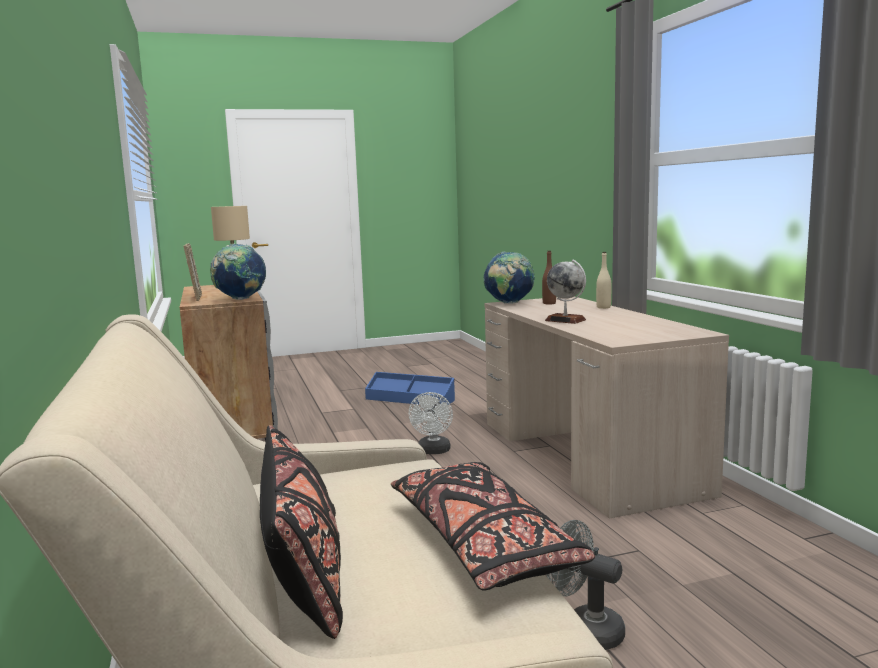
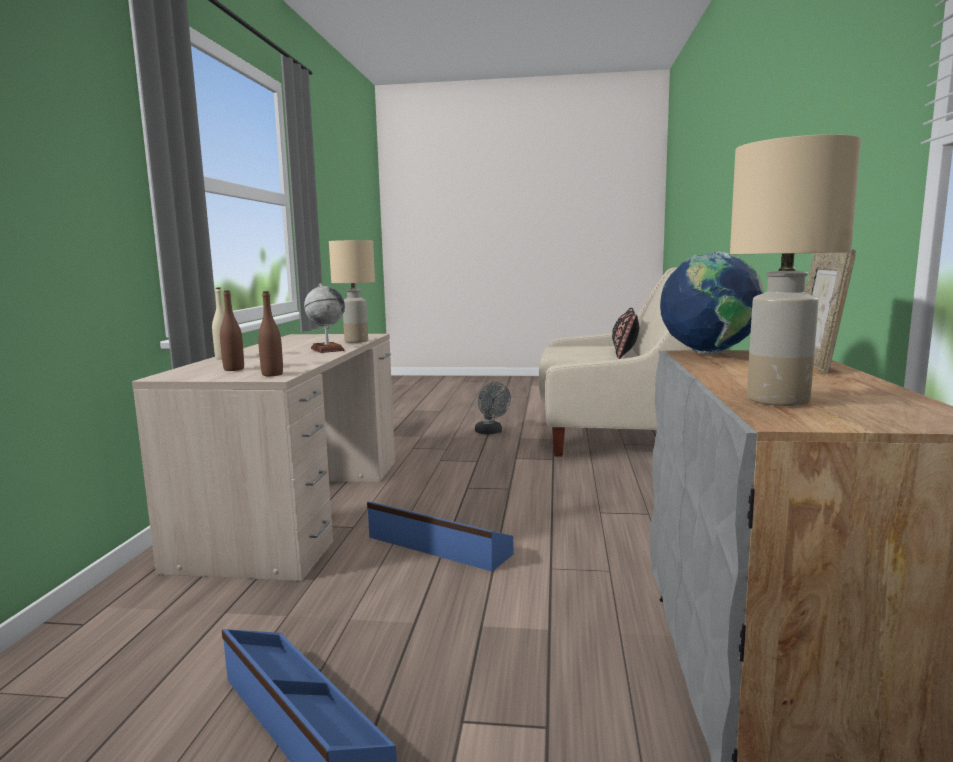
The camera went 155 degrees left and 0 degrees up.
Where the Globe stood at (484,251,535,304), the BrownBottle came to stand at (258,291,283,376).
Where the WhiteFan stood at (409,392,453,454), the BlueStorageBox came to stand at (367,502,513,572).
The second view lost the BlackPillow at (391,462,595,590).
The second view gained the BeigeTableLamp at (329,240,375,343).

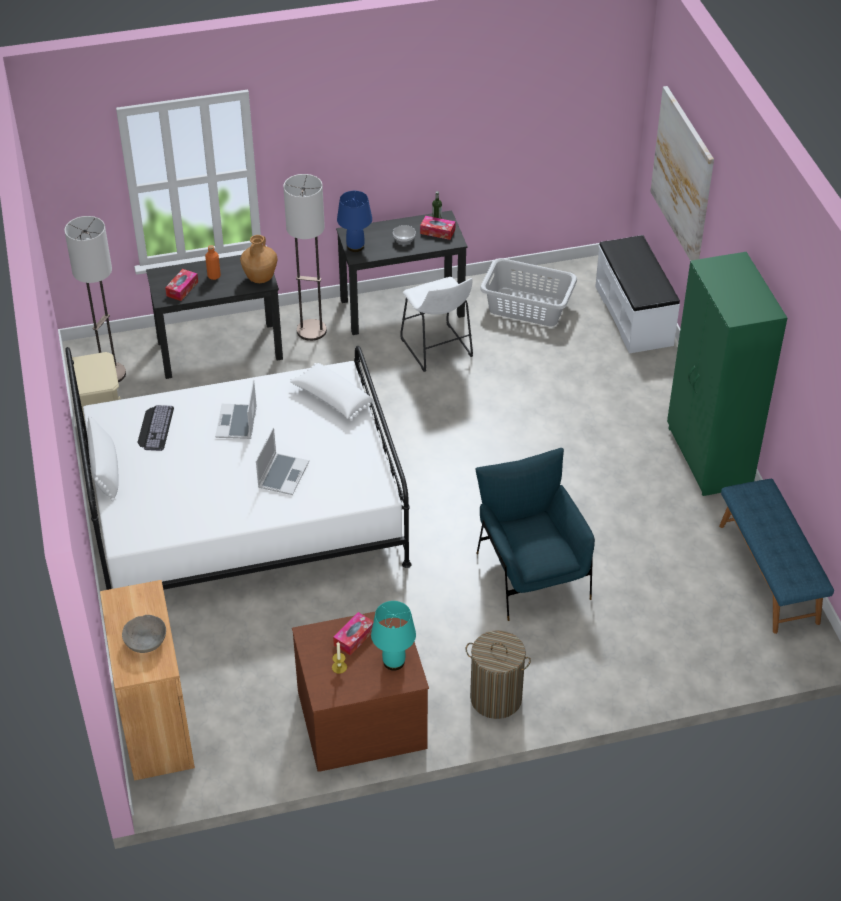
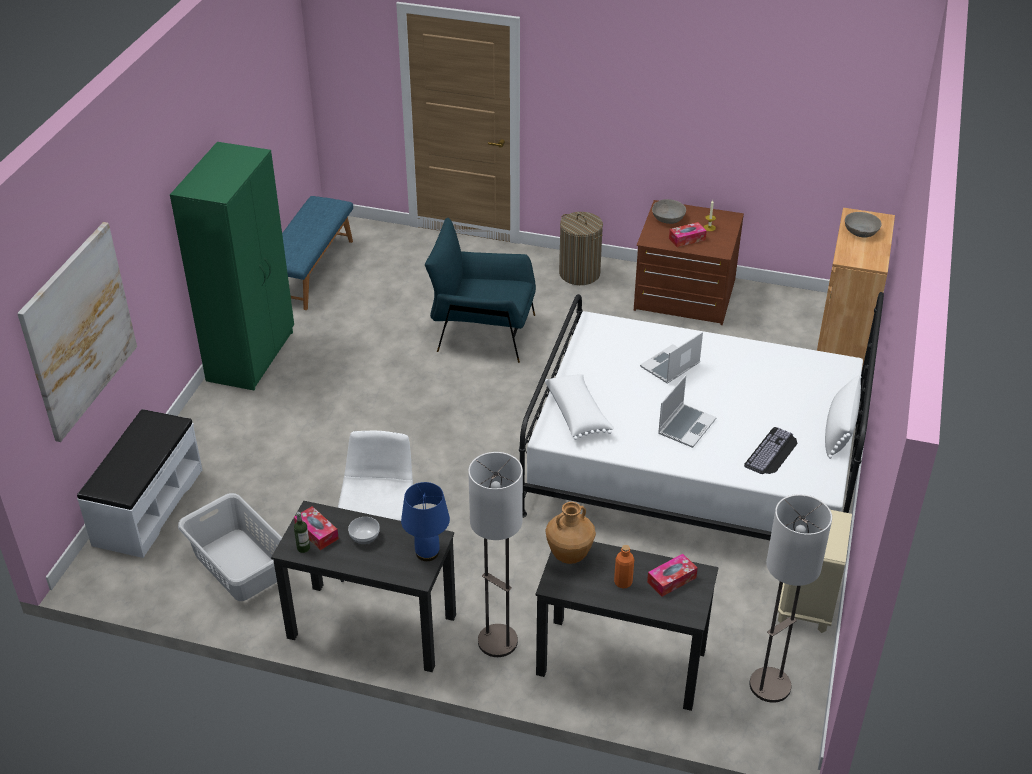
The camera went 150 degrees left and 5 degrees down.
The BlueArmchair at (475,448,595,621) ended up facing another way, 90 degrees clockwise from before.
Where the TurquoiseTableLamp stood at (371,601,416,671), the GreyBowl came to stand at (652,199,686,224).

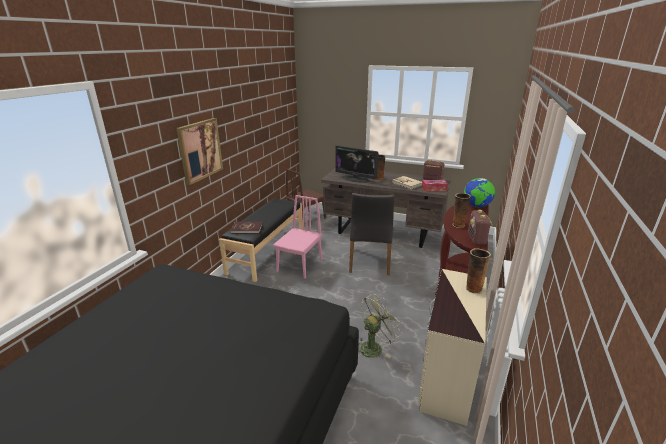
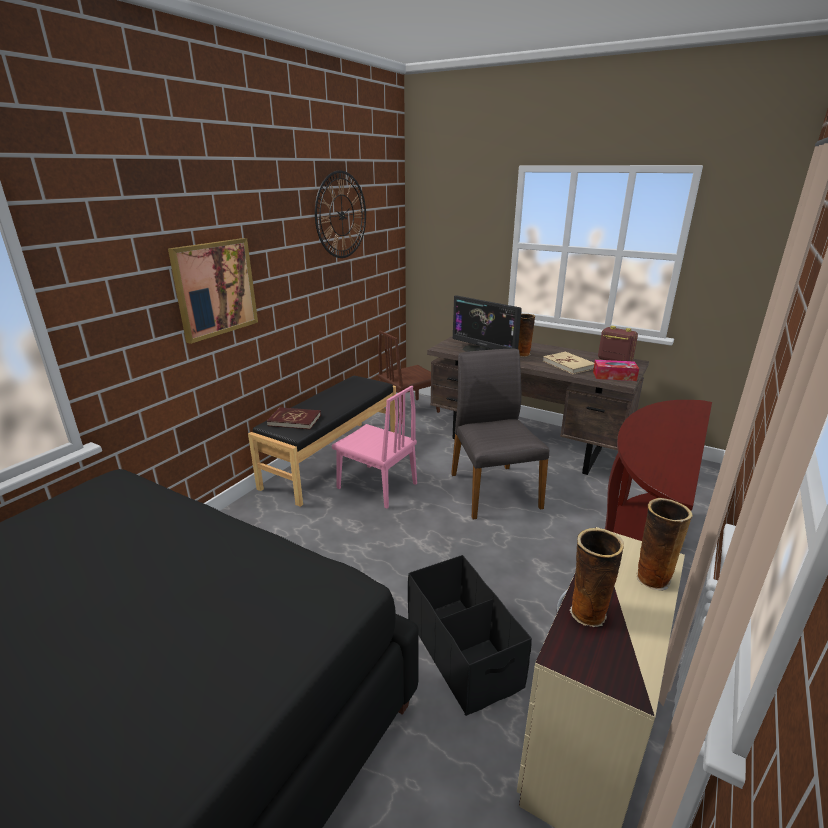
The camera went 10 degrees right and 0 degrees up.
The second view lost the Globe at (464,178,495,207).
The GreyChair at (349,193,395,275) ended up facing another way, 150 degrees clockwise from before.
The Vase ended up elsewhere, having gone from (452,193,471,228) to (570,528,624,627).
The PinkChair at (273,195,322,279) ended up facing another way, 90 degrees clockwise from before.
The second view lost the Radio at (468,210,493,245).
Where the GreenFan stood at (358,294,402,358), the BlackStorageBox came to stand at (408,555,532,716).
The second view gained the WallClock at (315,170,366,258).

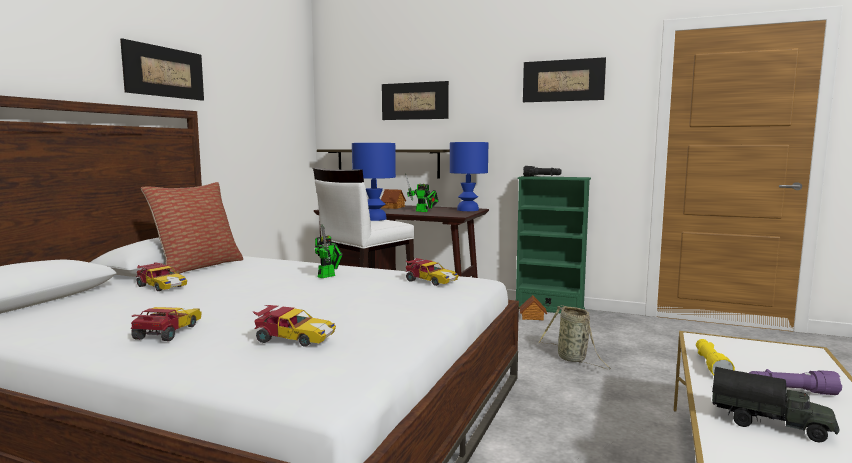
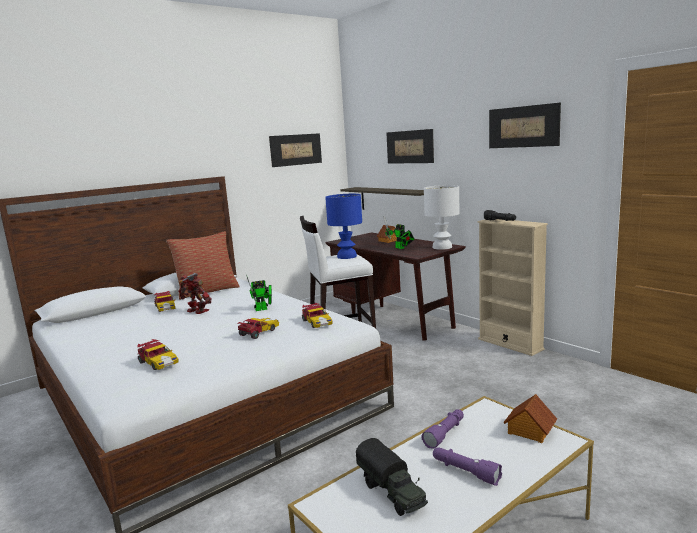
The camera went 30 degrees right and 5 degrees up.
The Picture ended up elsewhere, having gone from (120,38,204,101) to (269,133,322,167).
What was the BlueTableLamp at (450,142,488,211) turned into the WhiteTableLamp at (424,185,460,250).
What was the GreenBookcase at (516,176,591,314) turned into the BeigeBookcase at (477,219,548,356).
The ToyHouse ended up elsewhere, having gone from (519,295,547,321) to (503,394,557,443).
The second view lost the Basket at (538,305,611,369).
The ToyCar ended up elsewhere, having gone from (131,307,202,341) to (237,318,279,339).
What was the YellowFlashlight at (696,339,735,375) turned into the PurpleFlashlight at (421,409,464,449).
The second view gained the ToyRobot at (178,273,212,314).

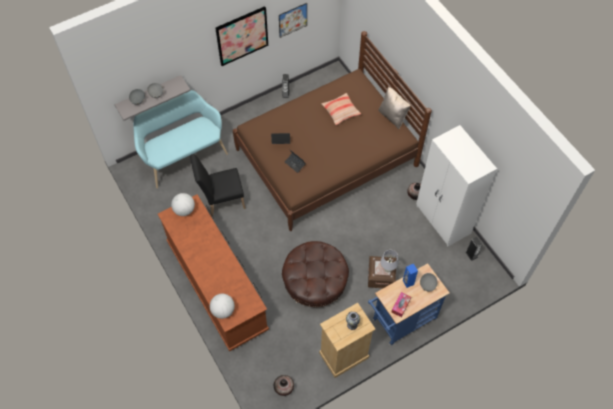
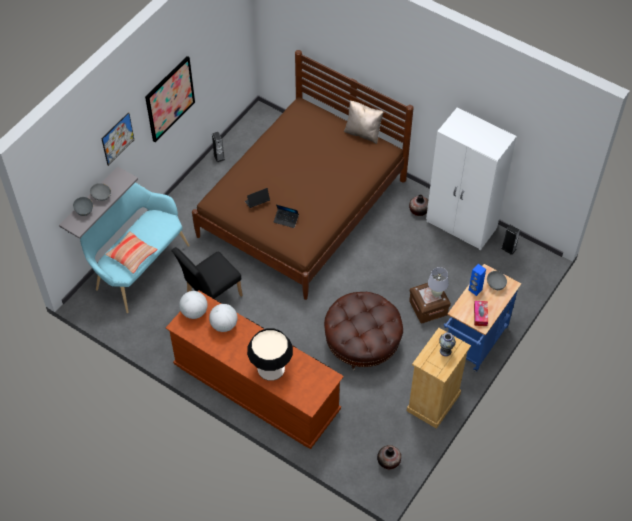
The camera went 25 degrees left and 5 degrees down.
The Picture ended up elsewhere, having gone from (279,3,307,38) to (101,112,134,166).
The Pillow ended up elsewhere, having gone from (322,93,361,125) to (105,231,158,274).
The Globe ended up elsewhere, having gone from (210,294,235,319) to (209,304,238,332).
The second view gained the TableLamp at (247,328,293,381).

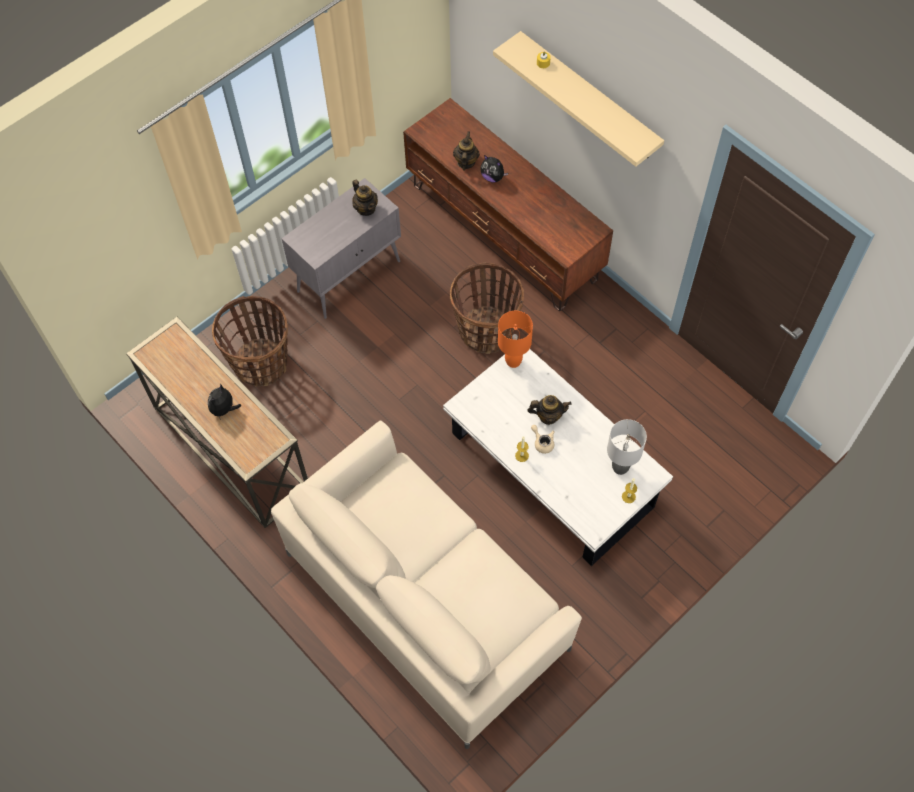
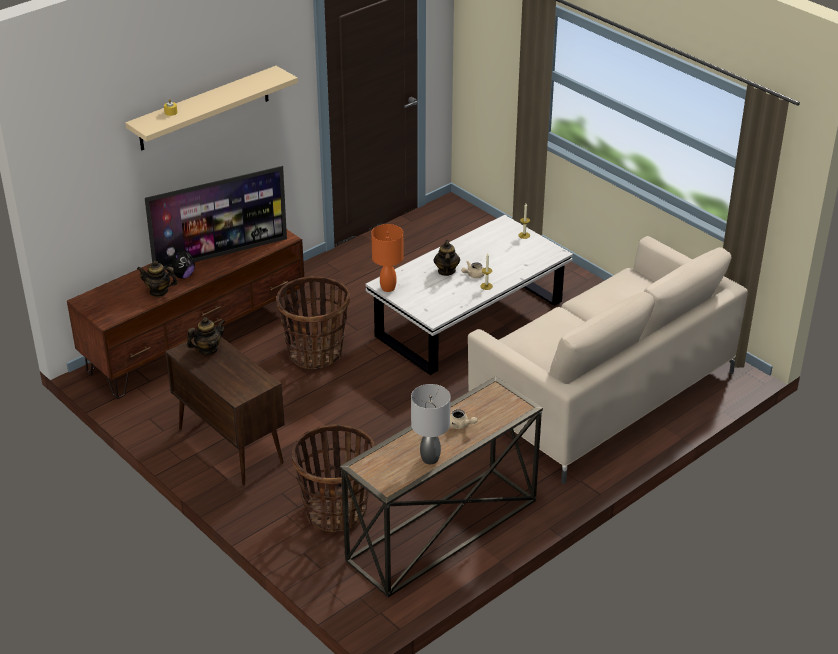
The camera went 90 degrees left and 25 degrees down.
What was the GreyCabinet at (282,178,401,319) turned into the BrownCabinet at (165,337,285,485).
Where the PlushToy stood at (208,383,241,420), the BeigeTeapot came to stand at (450,409,478,429).
The GreyTableLamp ended up elsewhere, having gone from (607,419,647,475) to (411,384,450,464).
The second view gained the Television at (145,166,287,270).

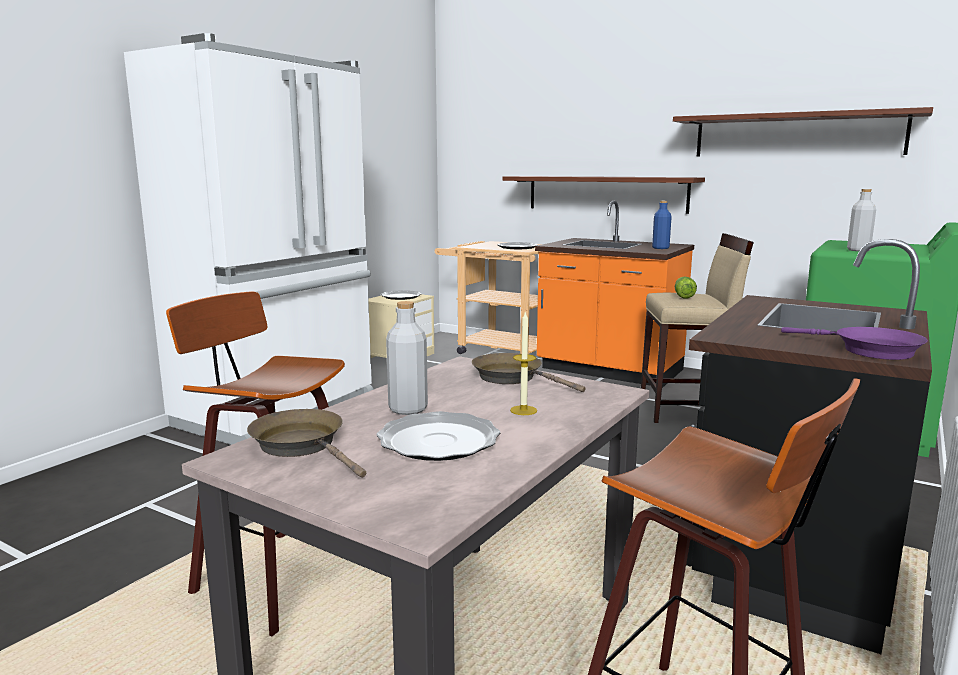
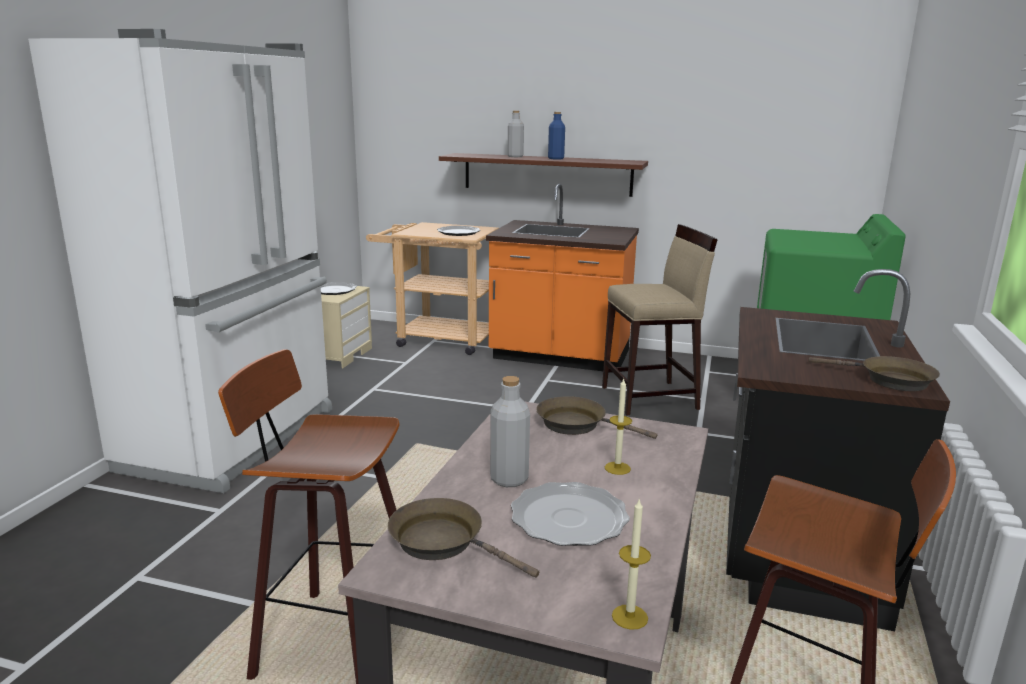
The camera went 15 degrees left and 5 degrees up.
The second view lost the Shelf at (673,107,933,156).
The GreyBottle ended up elsewhere, having gone from (847,189,876,251) to (508,111,524,157).
The BlueBottle ended up elsewhere, having gone from (652,201,672,249) to (548,112,565,160).
The second view lost the Lettuce at (675,276,697,298).
What was the PurpleFryingPan at (781,327,928,360) turned into the BrownFryingPan at (809,356,940,391).
The second view gained the Candle at (612,498,651,630).

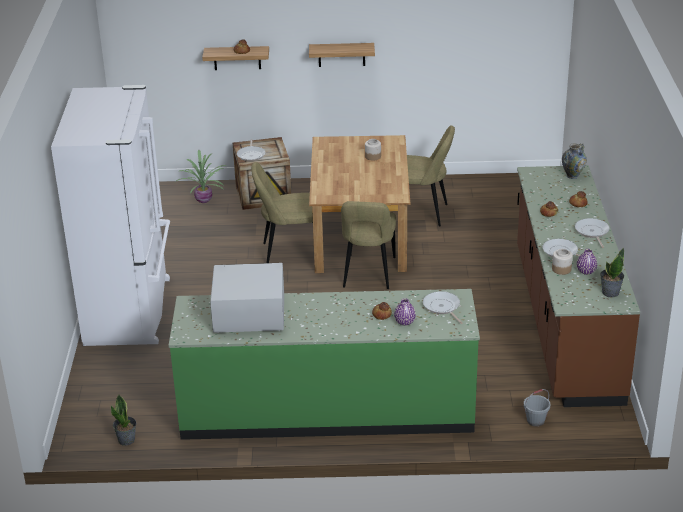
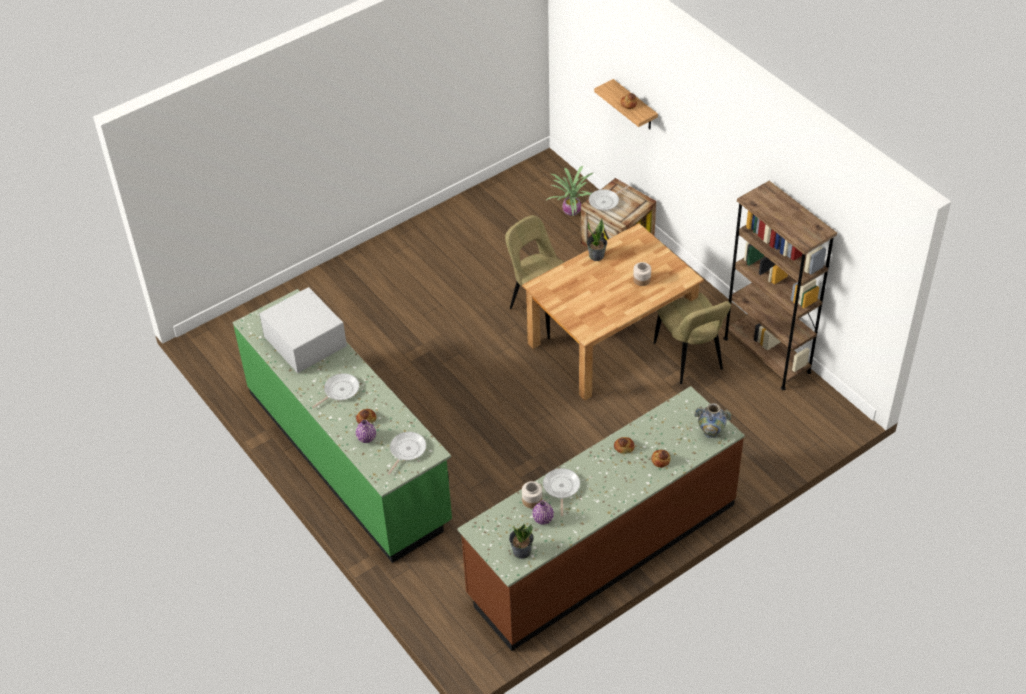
The camera went 55 degrees right and 15 degrees up.
The second view lost the Shelf at (309,43,375,67).
The second view lost the WhiteFridge at (51,85,170,346).
The second view lost the BeigeChair at (341,201,396,289).
The FryingPan ended up elsewhere, having gone from (575,218,610,248) to (312,373,359,408).
The second view lost the GreyBucket at (524,389,550,427).
The PottedPlant ended up elsewhere, having gone from (111,395,136,445) to (587,218,607,261).
The second view gained the BrownBookcase at (723,181,837,390).

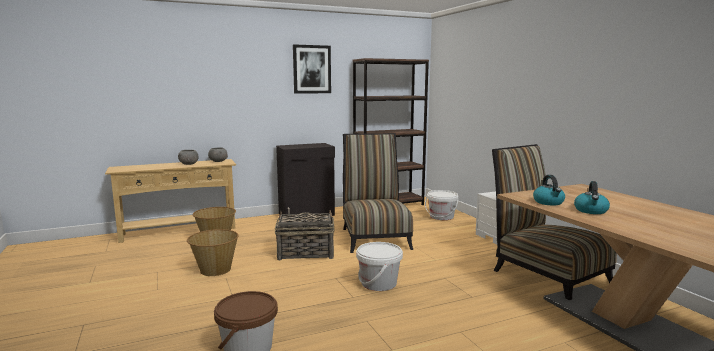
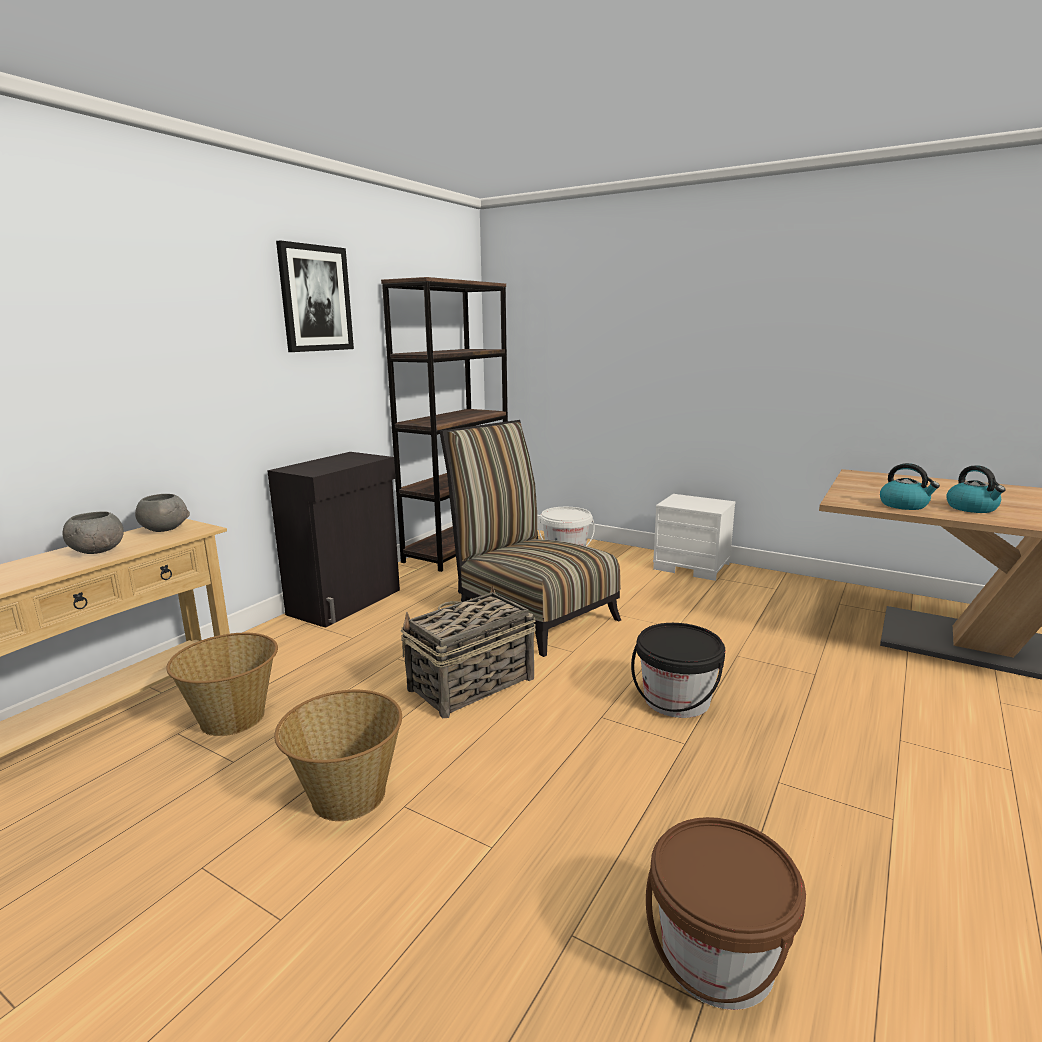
The camera went 35 degrees left and 5 degrees up.
The second view lost the Chair at (492,144,617,300).
What was the WhiteBucket at (356,242,403,291) turned into the BlackBucket at (631,623,725,718).

